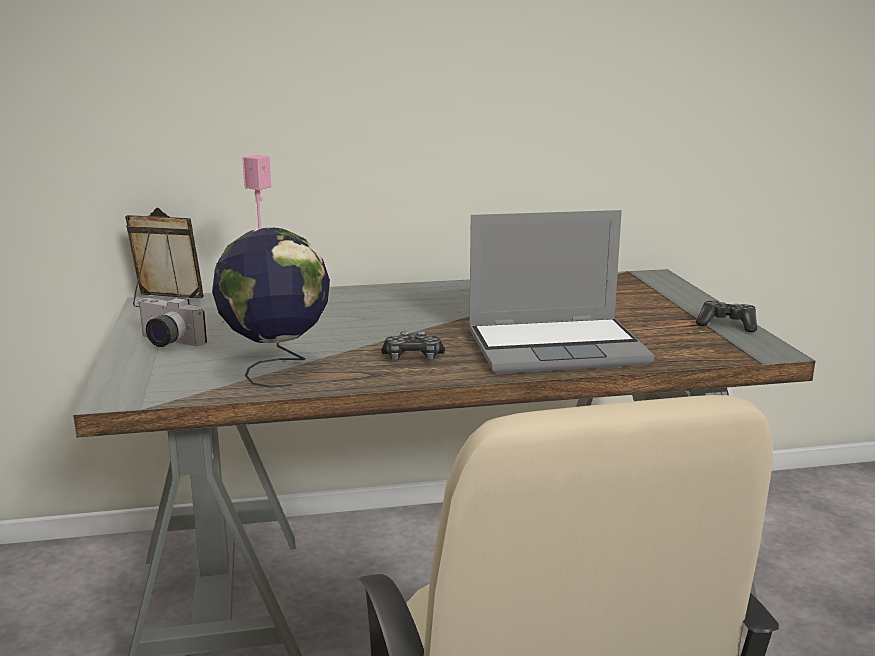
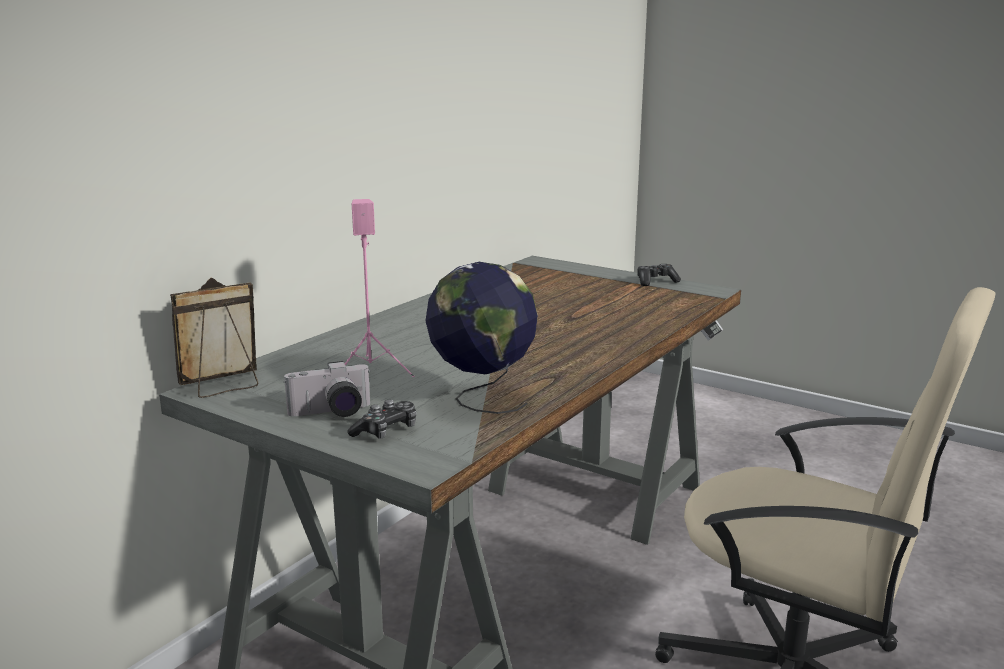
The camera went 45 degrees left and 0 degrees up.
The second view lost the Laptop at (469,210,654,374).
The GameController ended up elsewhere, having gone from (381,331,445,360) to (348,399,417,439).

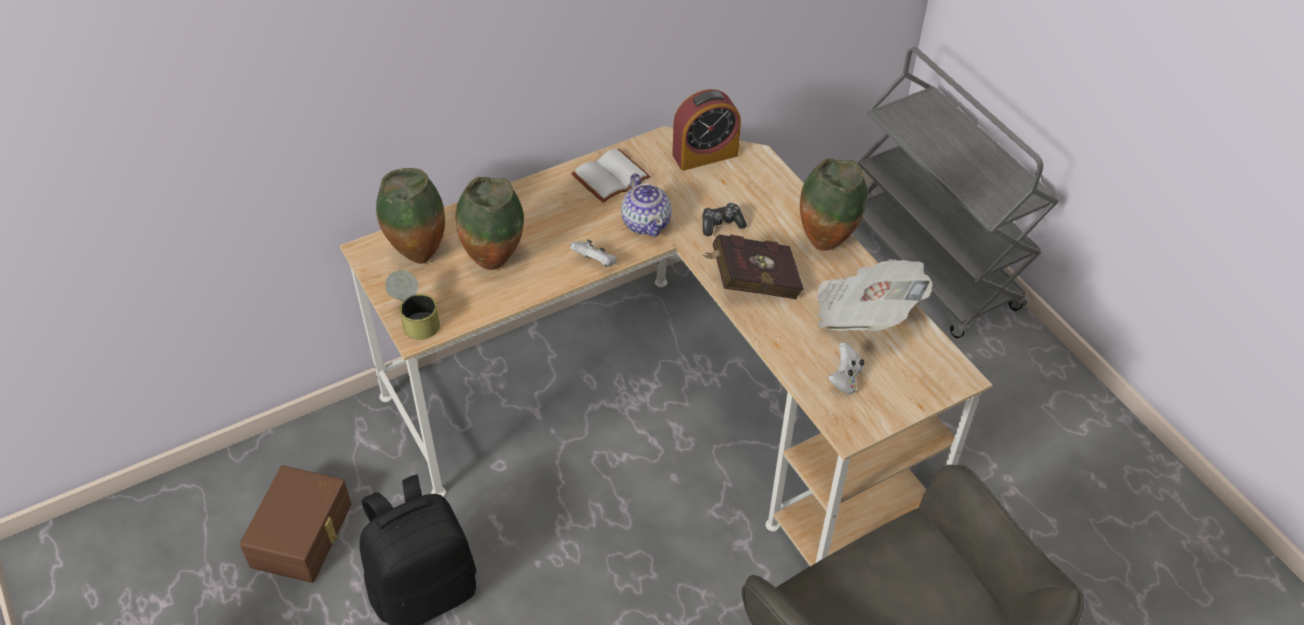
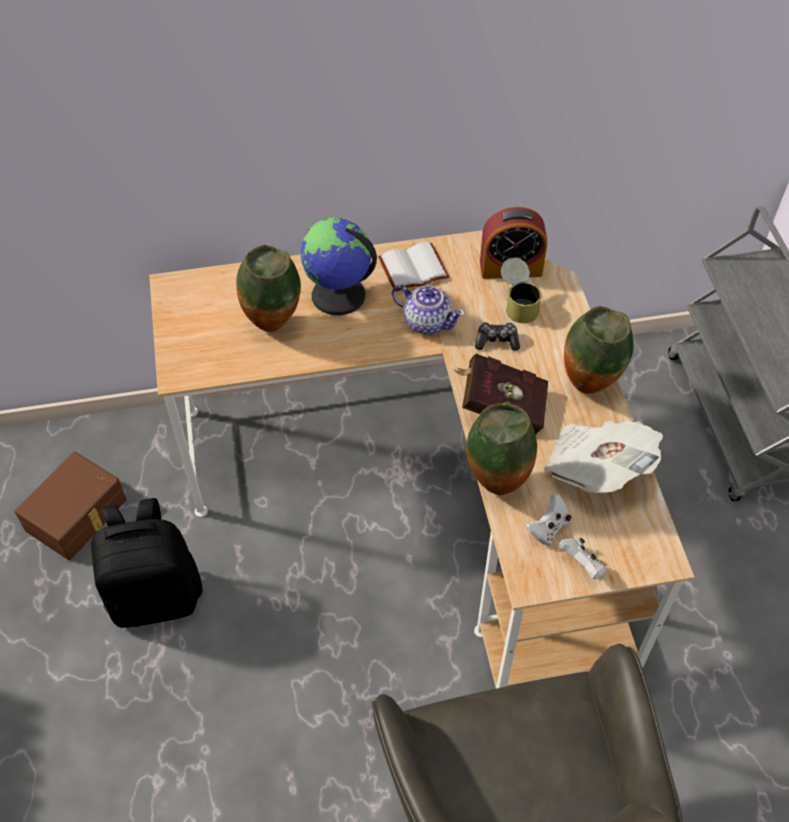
The camera went 20 degrees right and 5 degrees up.
The Vase ended up elsewhere, having gone from (376,168,445,264) to (466,403,537,495).
The Teapot at (621,173,672,237) ended up facing another way, 60 degrees counterclockwise from before.
The WhiteGameController ended up elsewhere, having gone from (570,240,617,267) to (558,538,607,579).
The Can ended up elsewhere, having gone from (385,270,440,340) to (501,258,542,323).
The second view gained the Globe at (301,217,377,315).

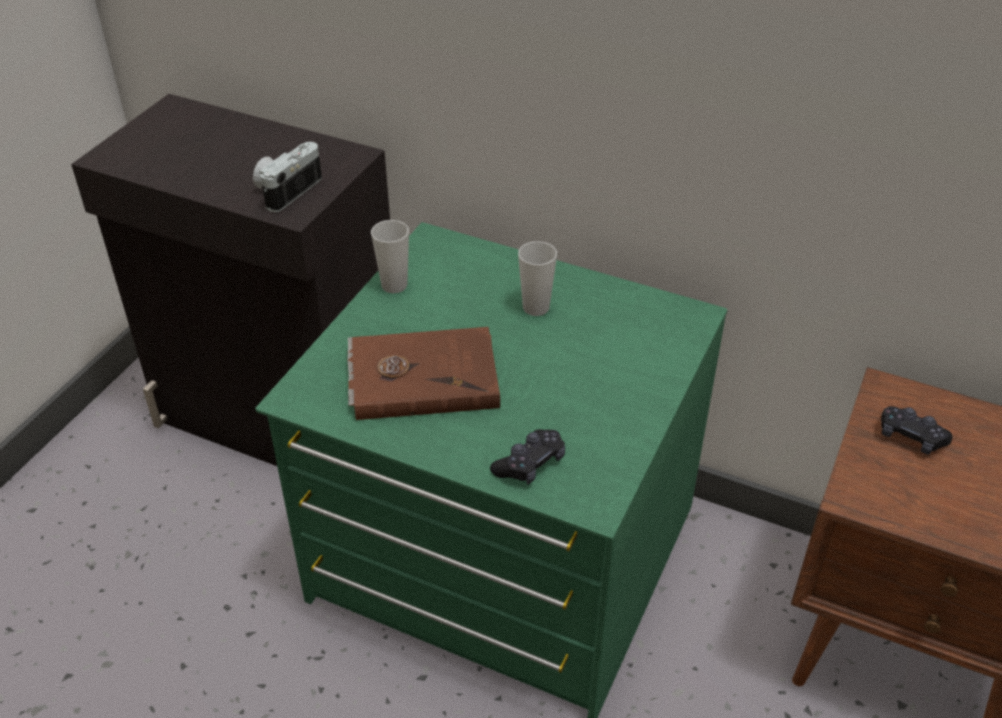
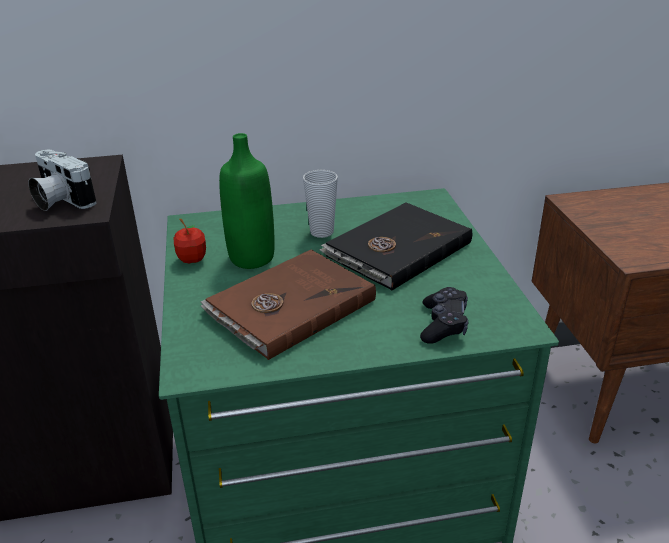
The camera went 35 degrees left and 10 degrees down.
The PhotoCamera at (253,142,322,212) ended up facing another way, 45 degrees counterclockwise from before.
Where the Cup stood at (371,220,409,293), the Apple came to stand at (173,219,206,264).
The second view lost the BlackGameController at (881,406,953,455).
The second view gained the GreenBottle at (219,133,275,269).
The second view gained the BlackBook at (320,203,472,290).

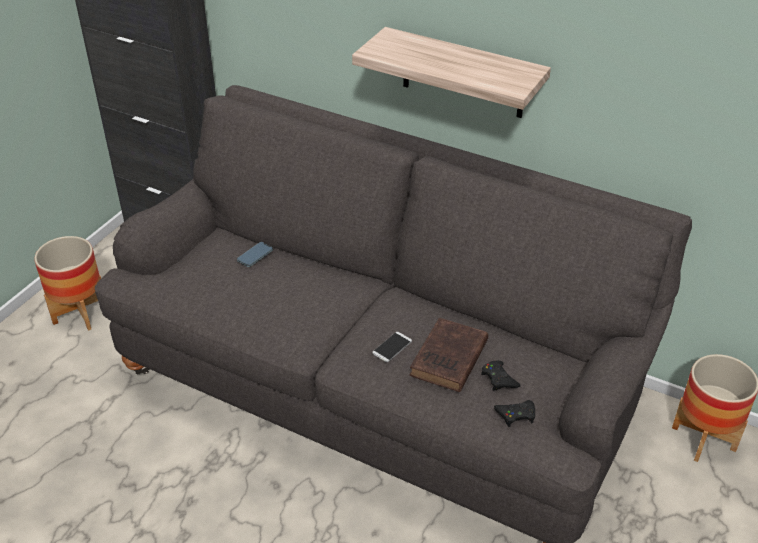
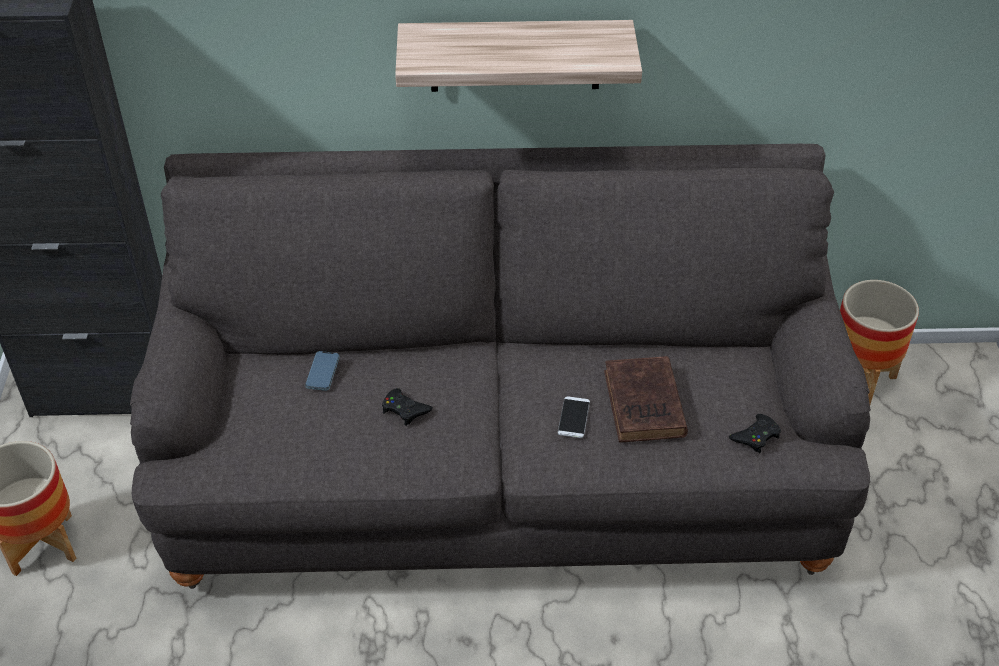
The camera went 30 degrees left and 5 degrees up.
The BlackGameController ended up elsewhere, having gone from (481,360,521,391) to (382,388,433,426).

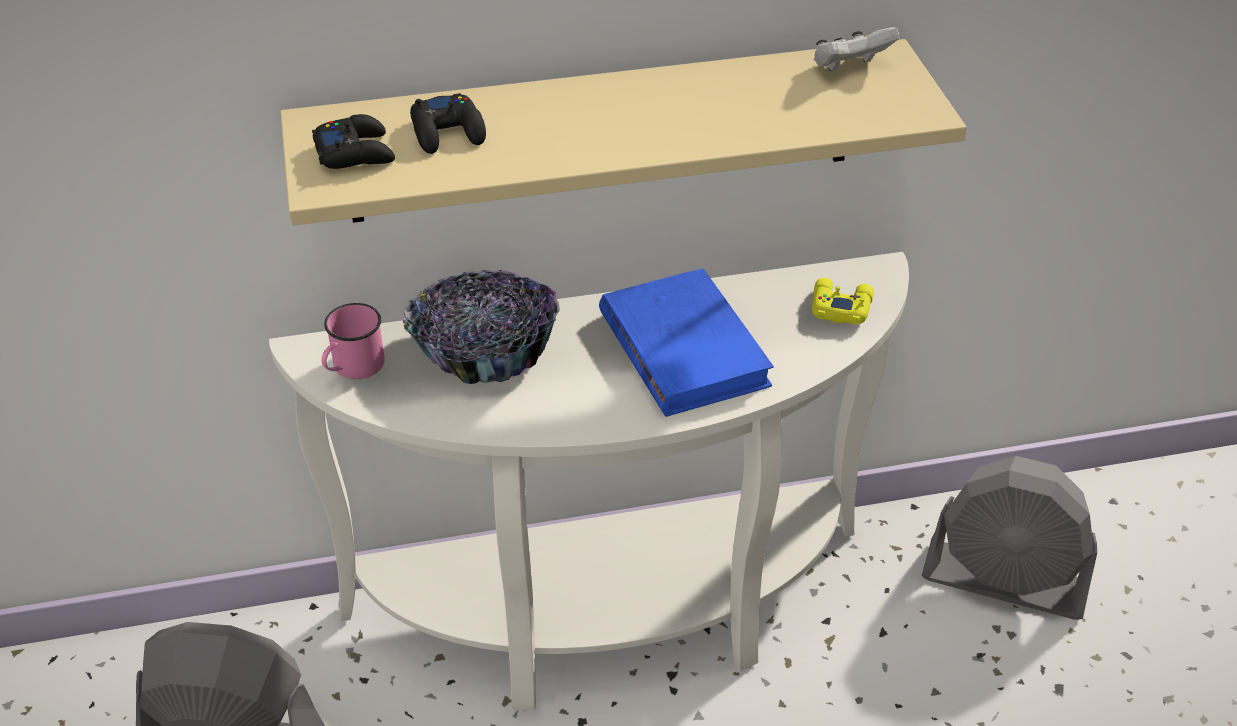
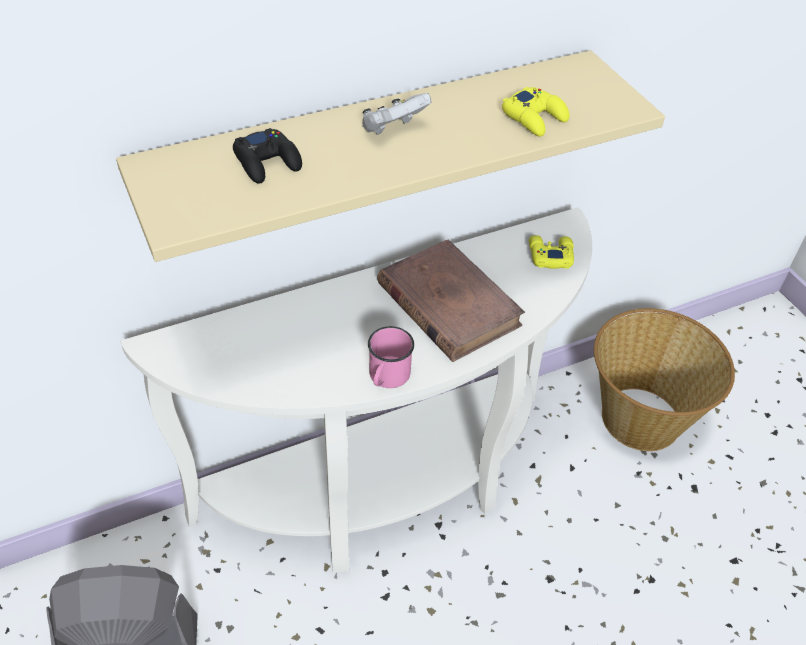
The camera went 15 degrees left and 5 degrees up.
The WhiteGameController ended up elsewhere, having gone from (814,27,899,71) to (362,93,432,135).
The second view lost the BlackGameController at (312,114,395,169).
What was the BlueBook at (599,269,774,417) turned into the BrownBook at (377,239,525,362).
The second view lost the Bowl at (403,270,560,384).
The PinkMug ended up elsewhere, having gone from (321,303,385,379) to (368,326,414,388).
Where the GreyFan stood at (922,456,1097,620), the Basket came to stand at (594,308,735,451).
The second view gained the YellowGameController at (502,87,570,136).

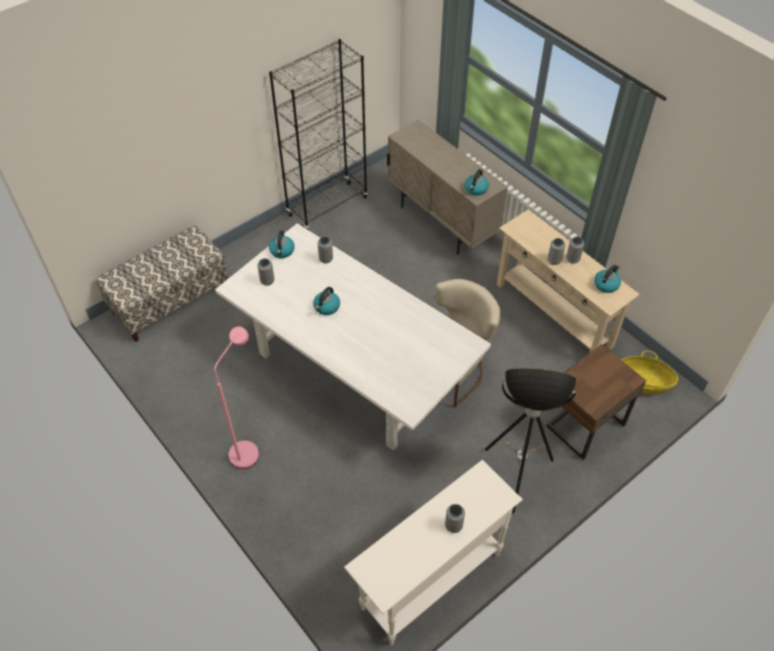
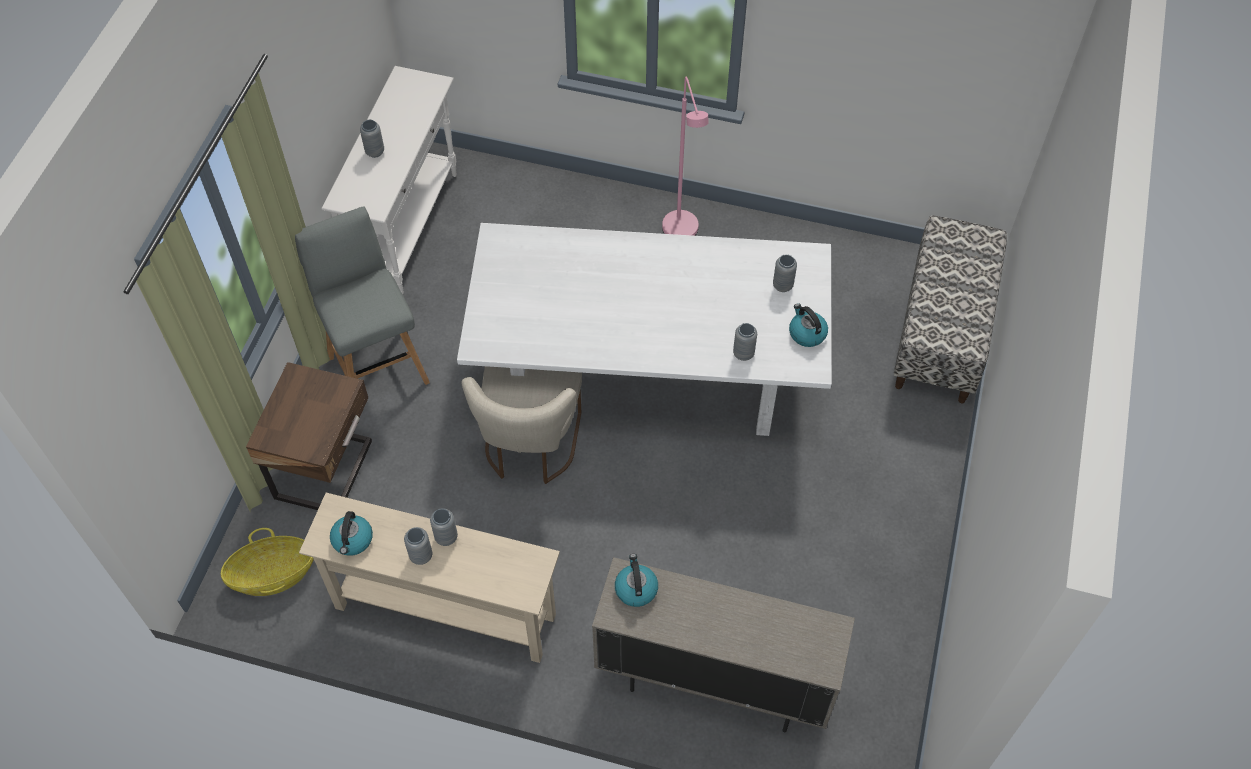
The camera went 145 degrees right and 5 degrees up.
The second view lost the BlackBookcase at (269,39,368,230).
The second view lost the Kettle at (313,287,340,315).
Where the FloorLamp stood at (485,368,576,513), the GreyStool came to stand at (295,206,430,385).

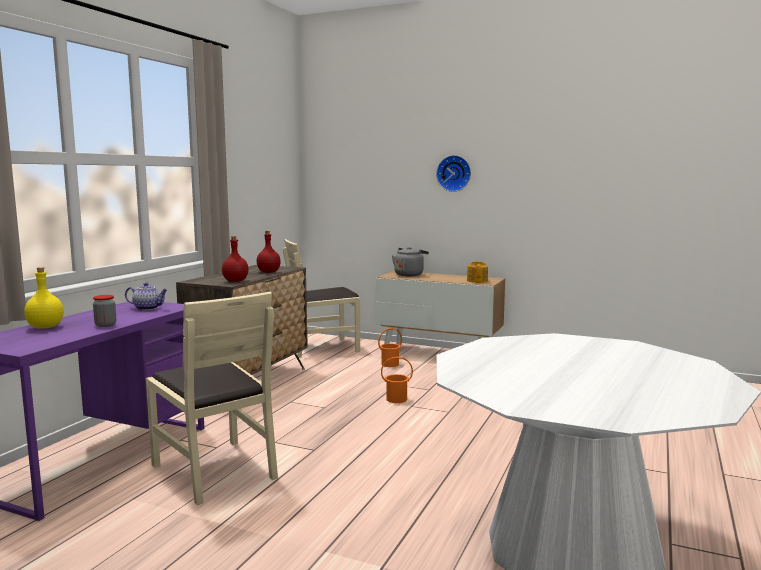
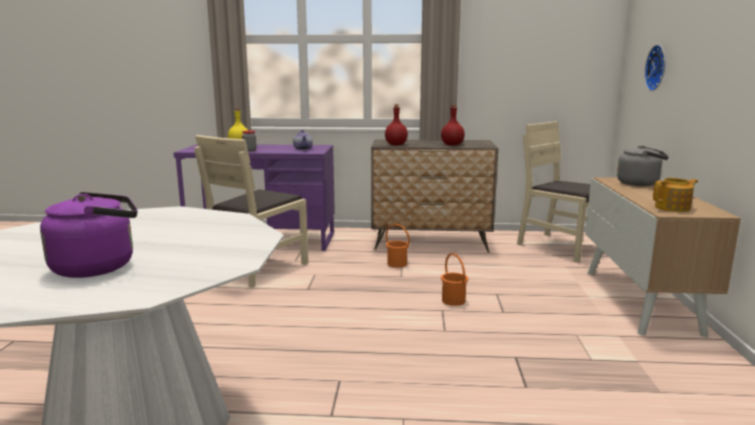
The camera went 70 degrees right and 5 degrees up.
The WallClock ended up elsewhere, having gone from (436,155,471,192) to (644,45,666,91).
The OrangeBucket ended up elsewhere, having gone from (378,328,402,367) to (386,224,410,268).
The second view gained the PurpleKettle at (40,192,137,278).

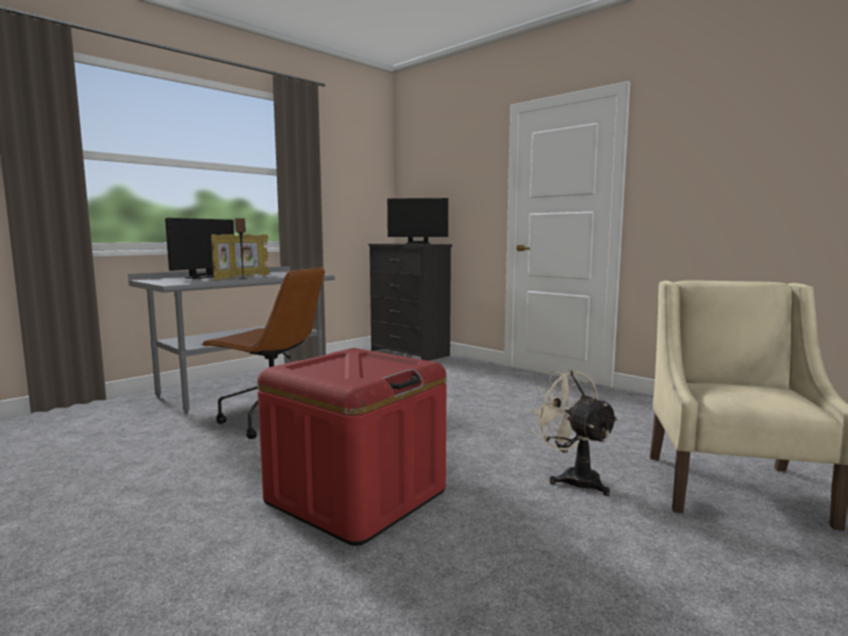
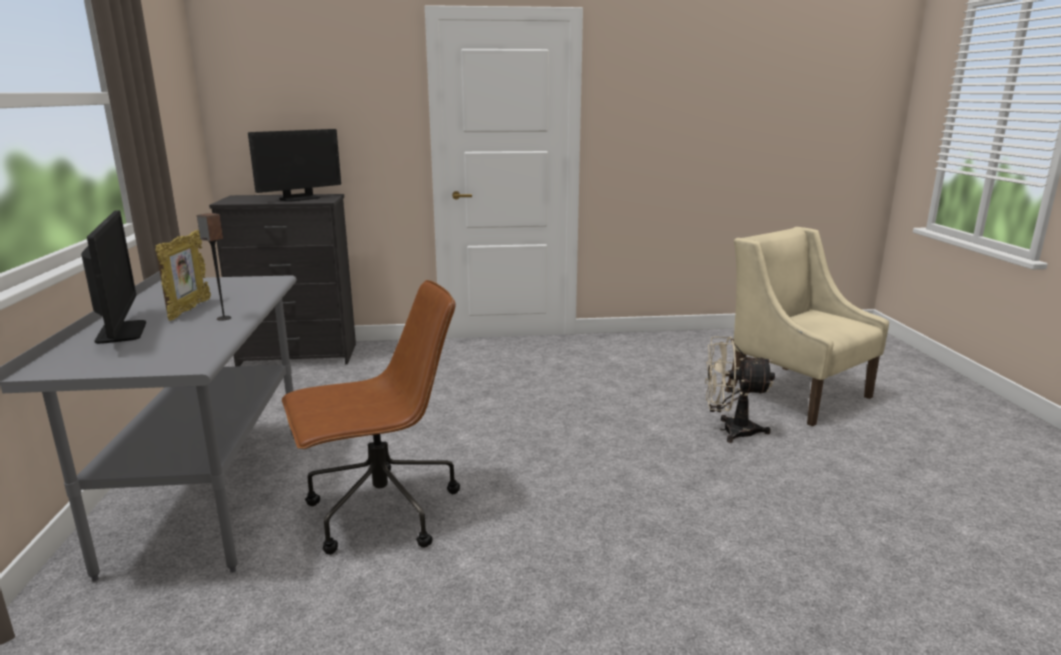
The camera went 50 degrees left and 10 degrees up.
The second view lost the PictureFrame at (211,234,237,281).
The second view lost the RedStorageBox at (257,348,447,546).

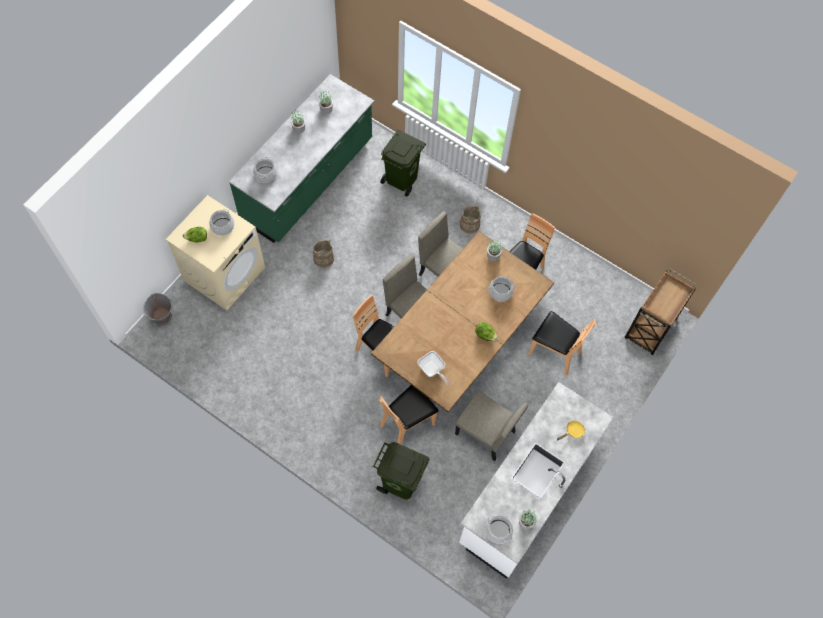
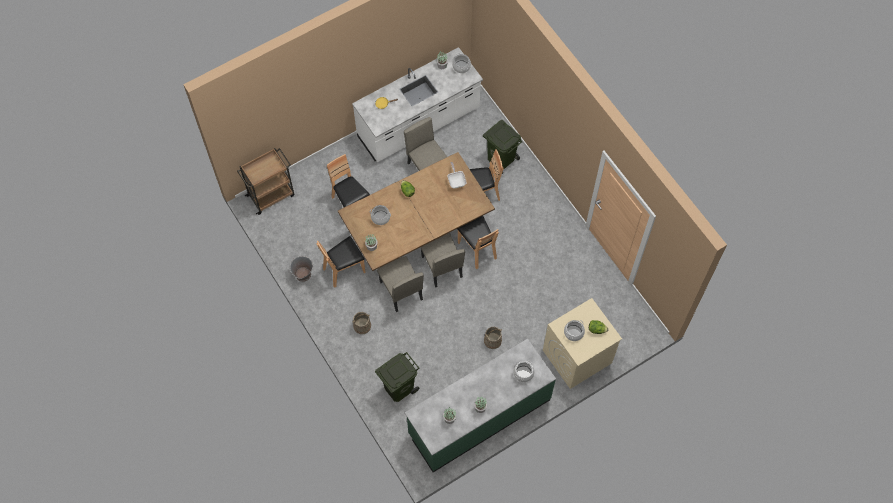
The camera went 155 degrees left and 0 degrees up.
The GreyBucket ended up elsewhere, having gone from (143,293,172,325) to (289,256,314,282).

